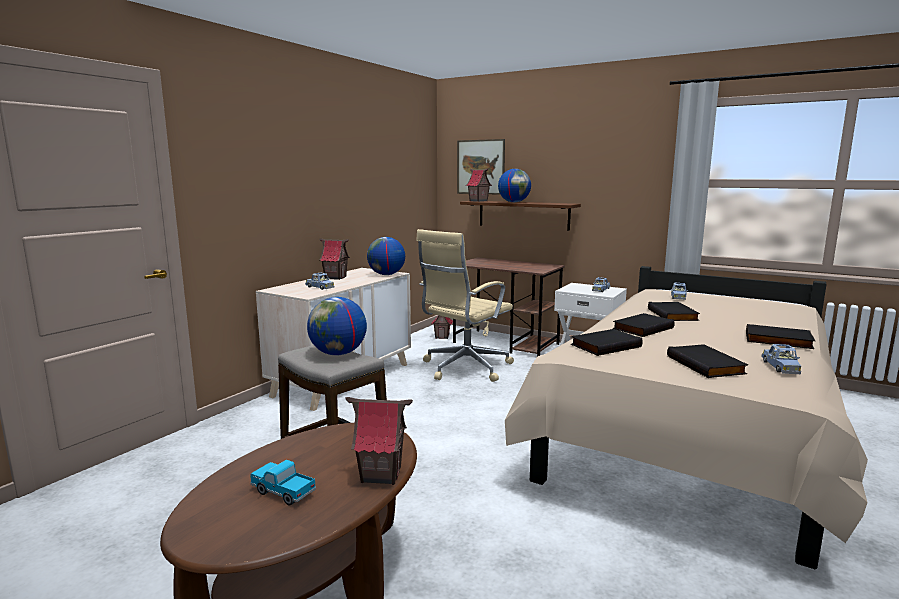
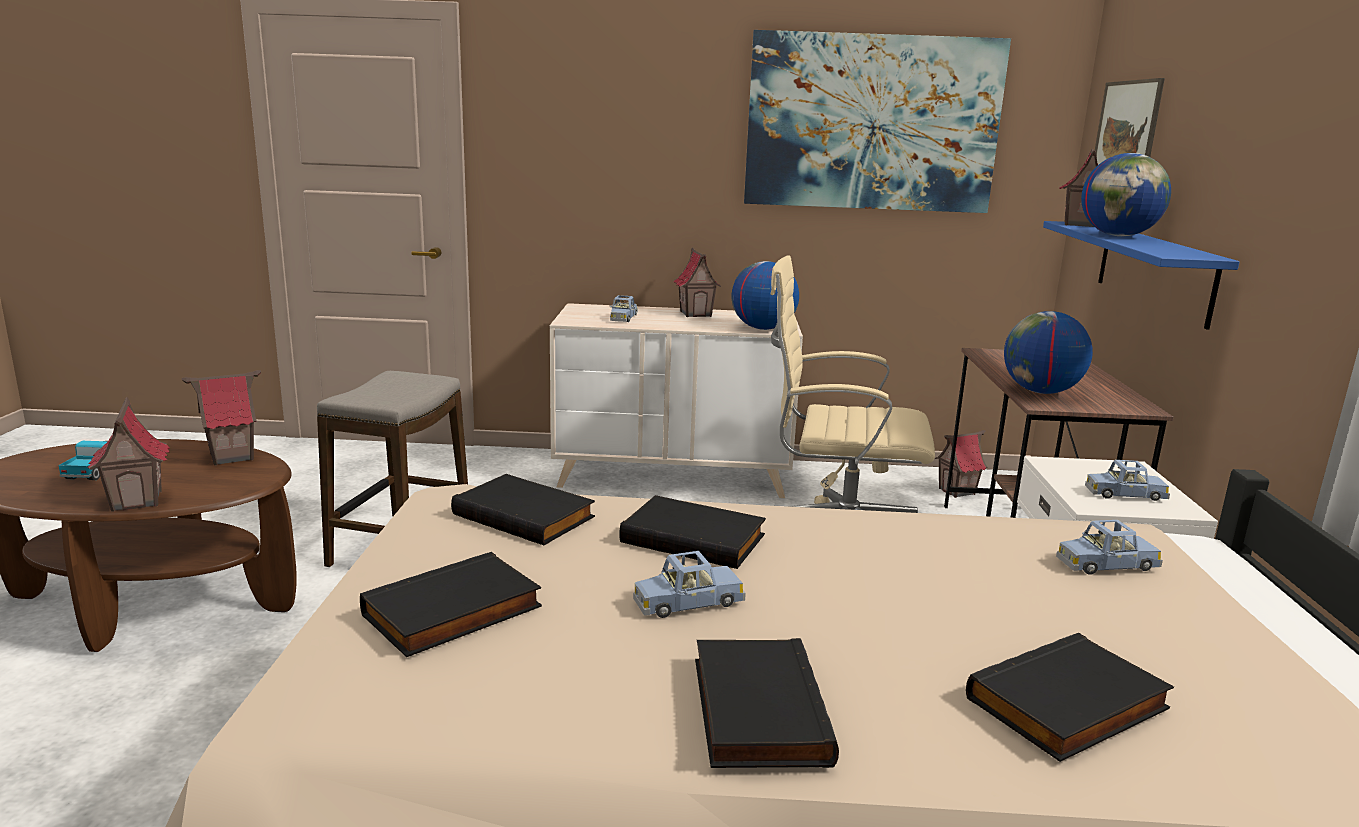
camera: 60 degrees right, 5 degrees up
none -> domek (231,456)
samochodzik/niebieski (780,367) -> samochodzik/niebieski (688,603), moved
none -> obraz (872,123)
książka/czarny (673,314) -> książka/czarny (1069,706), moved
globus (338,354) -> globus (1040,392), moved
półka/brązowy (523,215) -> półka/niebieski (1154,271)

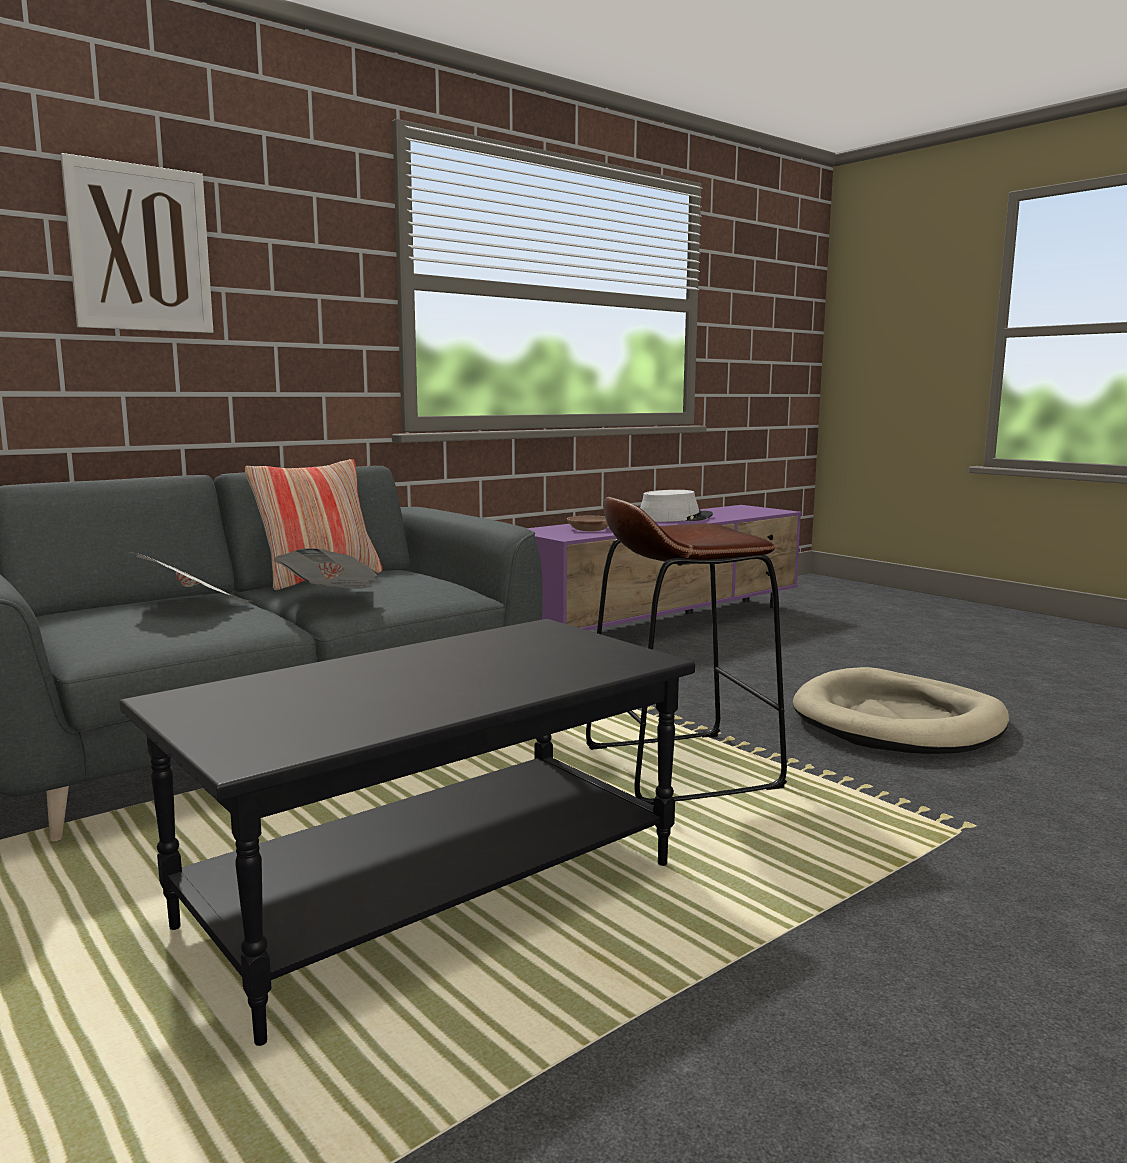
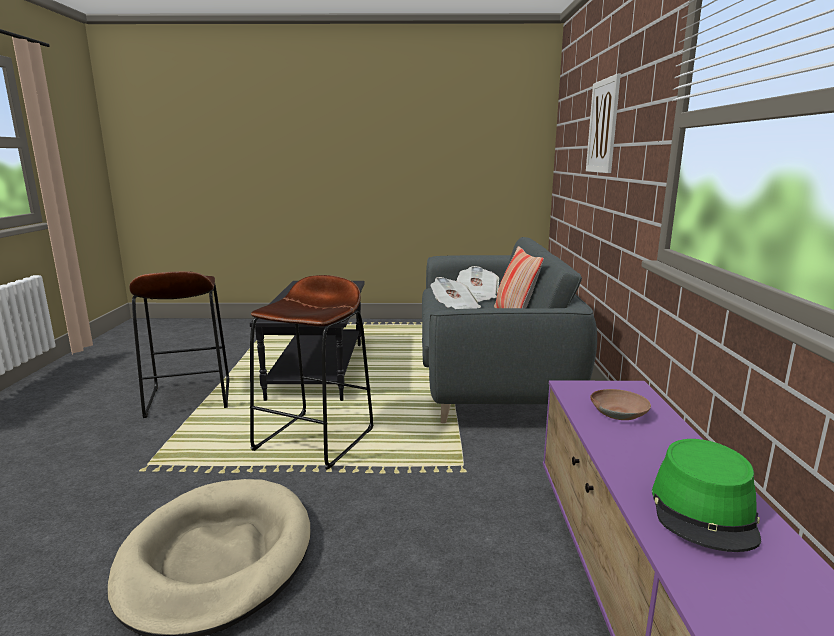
camera: 130 degrees right, 5 degrees up
none -> stołek/brązowy (189,398)
kapelusz/szary (675,518) -> kapelusz/zielony (704,510)

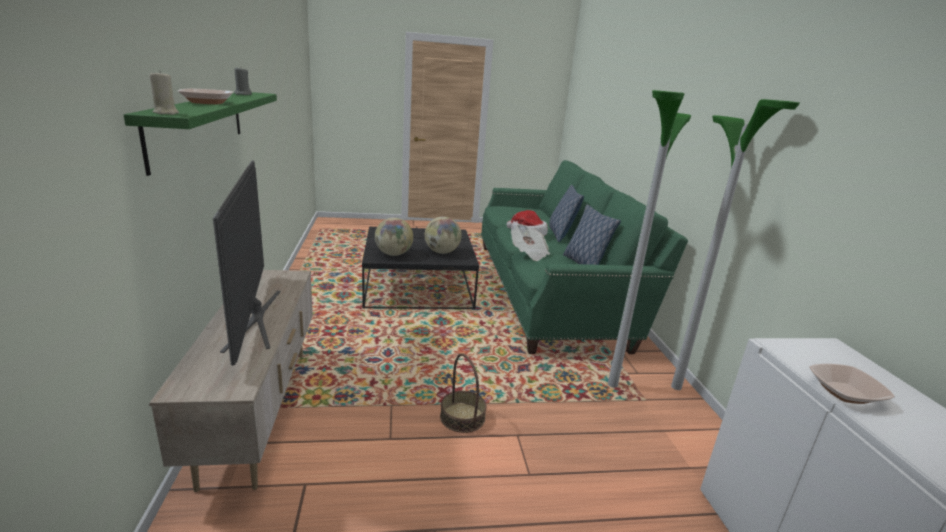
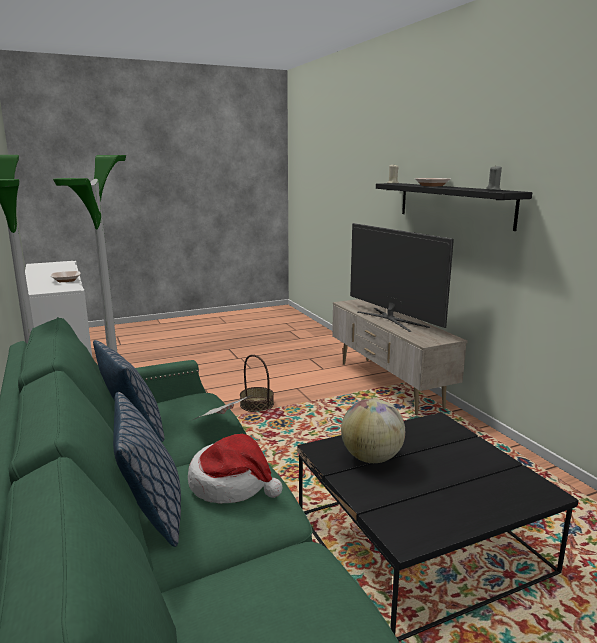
camera: 165 degrees right, 5 degrees down
półka/zielony (199,125) -> półka/czarny (453,204)
globus (393,254) -> none

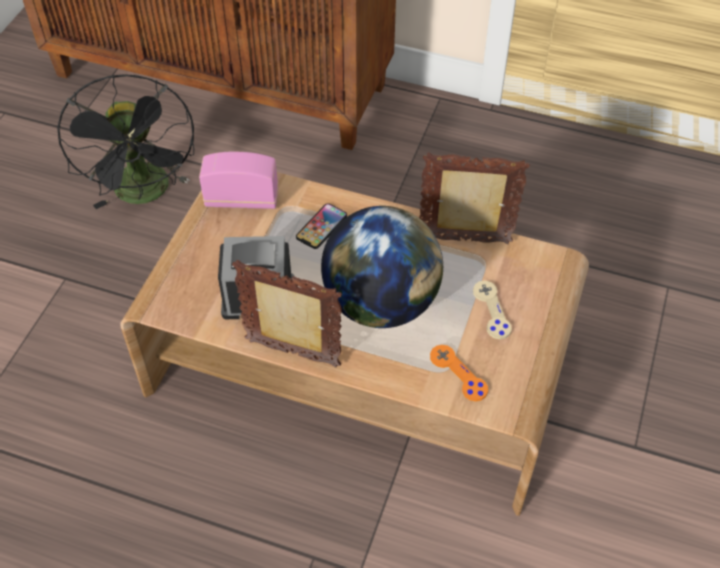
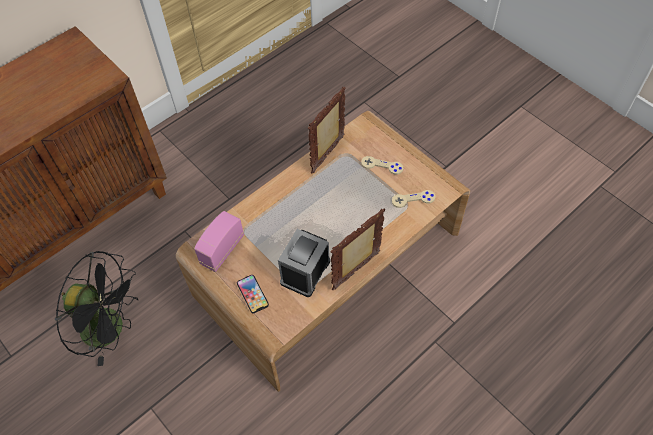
camera: 60 degrees left, 5 degrees up
telefon (321,227) -> telefon (252,294), moved
pad do gier/pomarańczowy (458,373) -> pad do gier/beżowy (413,199)
globus (381,303) -> none

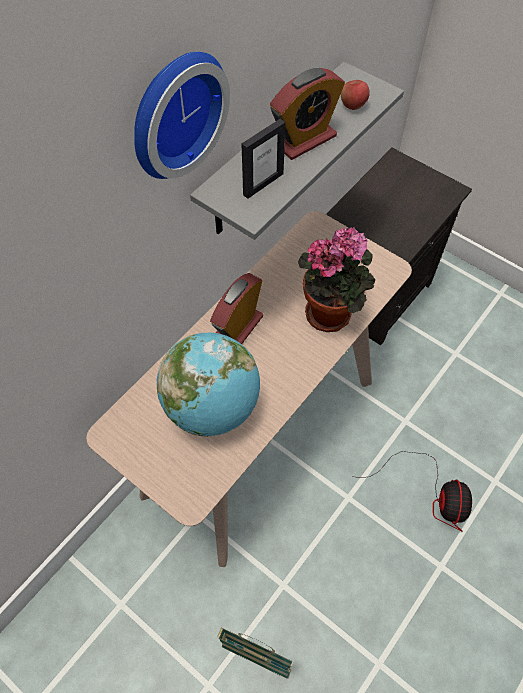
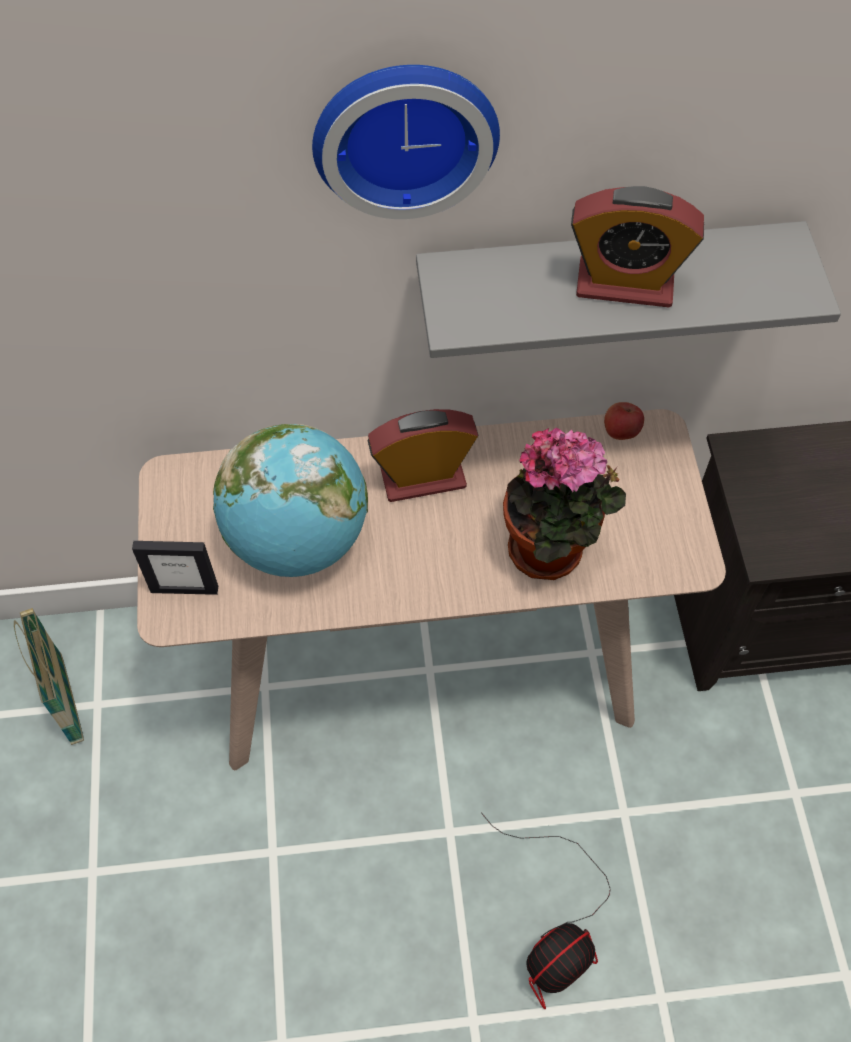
camera: 45 degrees right, 0 degrees up
koszyk (256,658) -> koszyk (67,700), moved
ramka na zdjęcie (263,184) -> ramka na zdjęcie (184,589), moved
jabłko (353,105) -> jabłko (621,431), moved

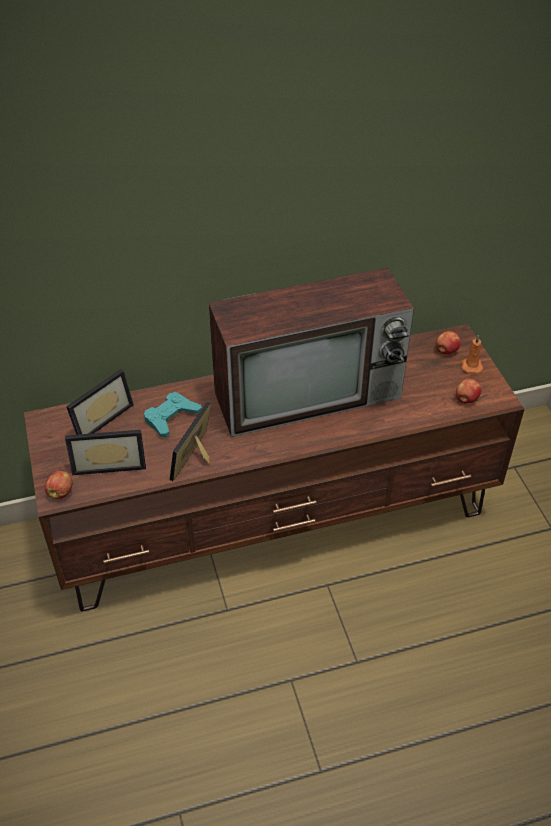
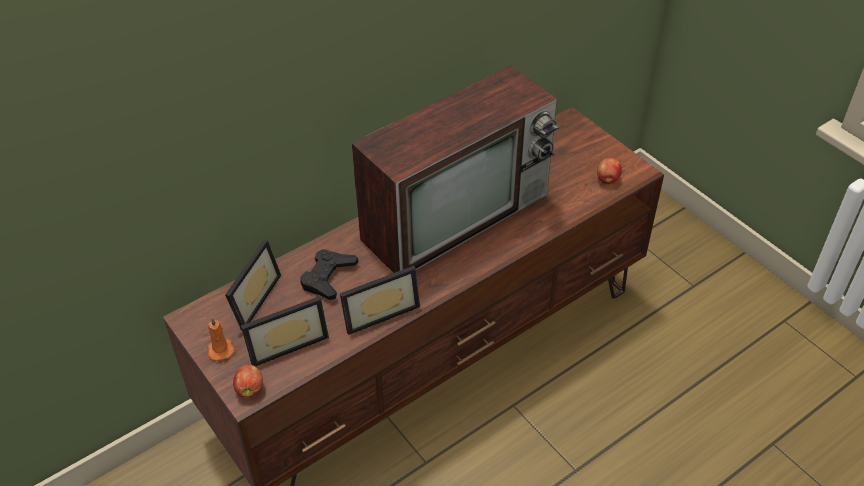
camera: 20 degrees left, 0 degrees up
świeca/pomarańczowy (471,365) -> świeca/pomarańczowy (220,349), moved
pad do gier/turkusowy (171,417) -> pad do gier/czarny (328,277)
ramka na zdjęcie (198,459) -> ramka na zdjęcie (378,311), 120 degrees counterclockwise
jabłko (446,351) -> none

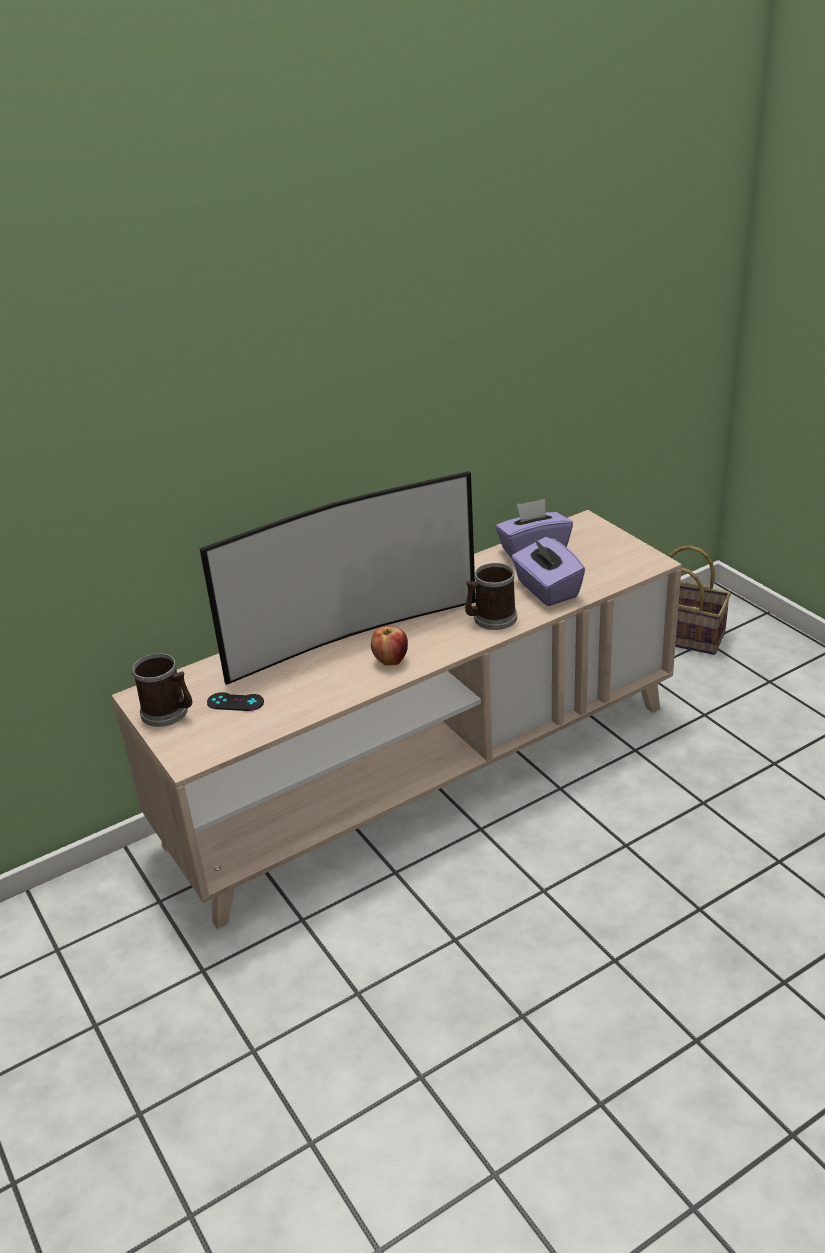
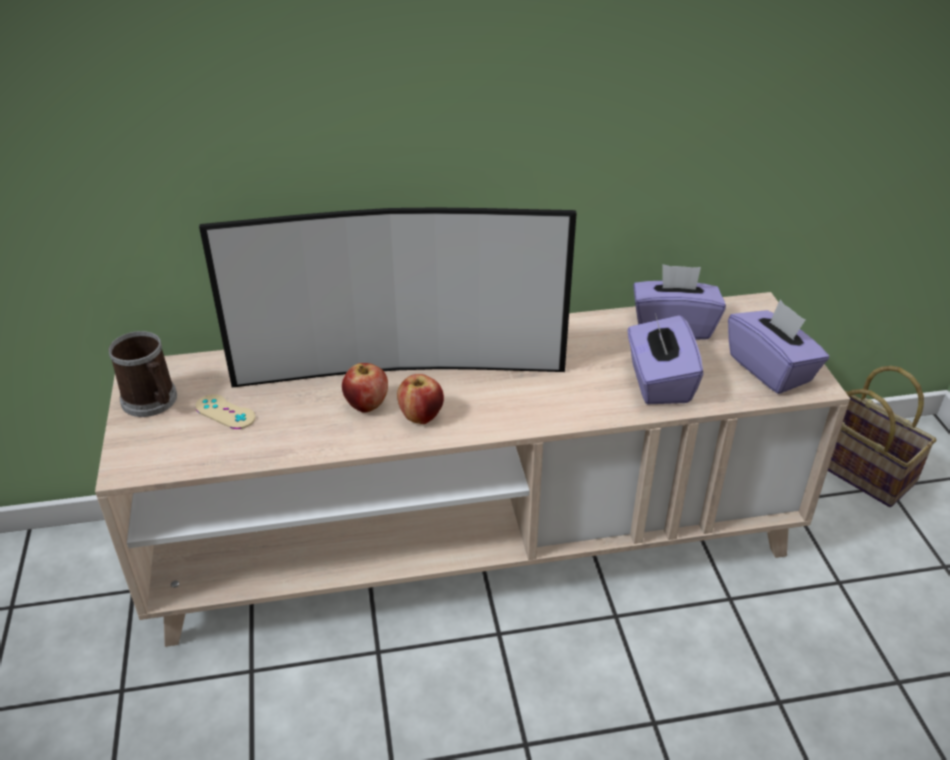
camera: 20 degrees right, 5 degrees up
pad do gier/czarny (235,702) -> pad do gier/beżowy (225,412)
none -> jabłko (366,405)
none -> pudełko chusteczek/fioletowy (771,369)
kubek (490,619) -> none

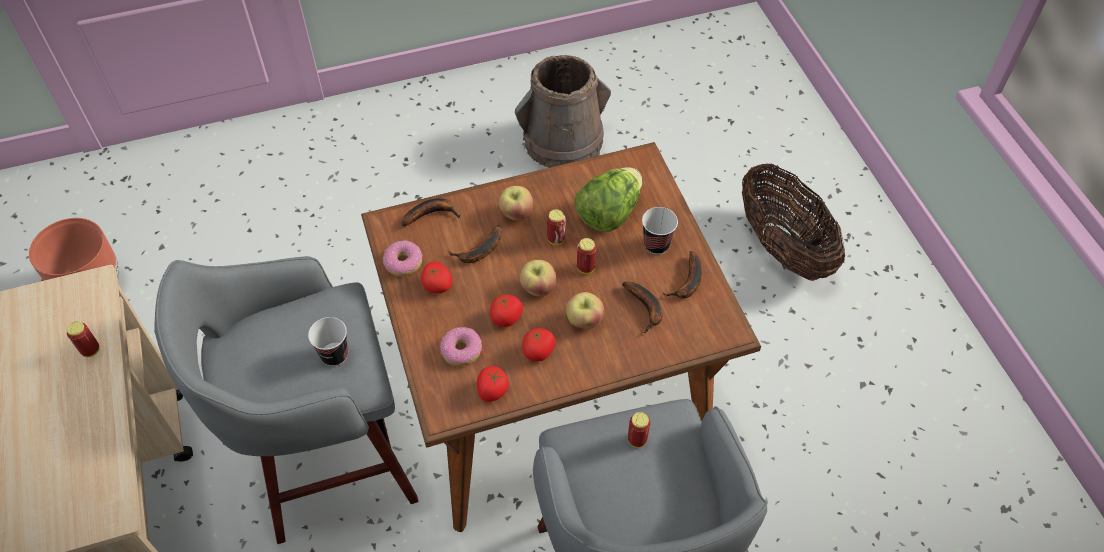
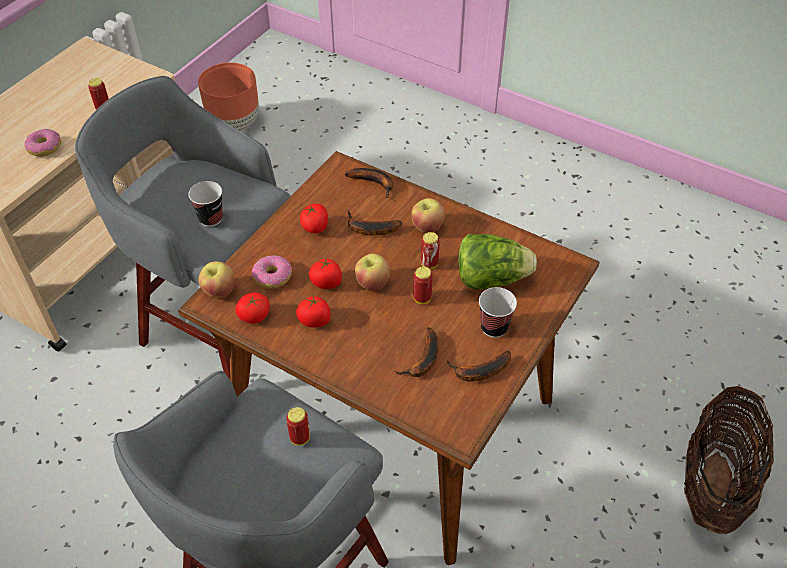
camera: 50 degrees right, 5 degrees down
donut (403,262) -> donut (45,147), moved
jabłko (584,321) -> jabłko (219,291), moved
wiadro/brązowy (563,142) -> none

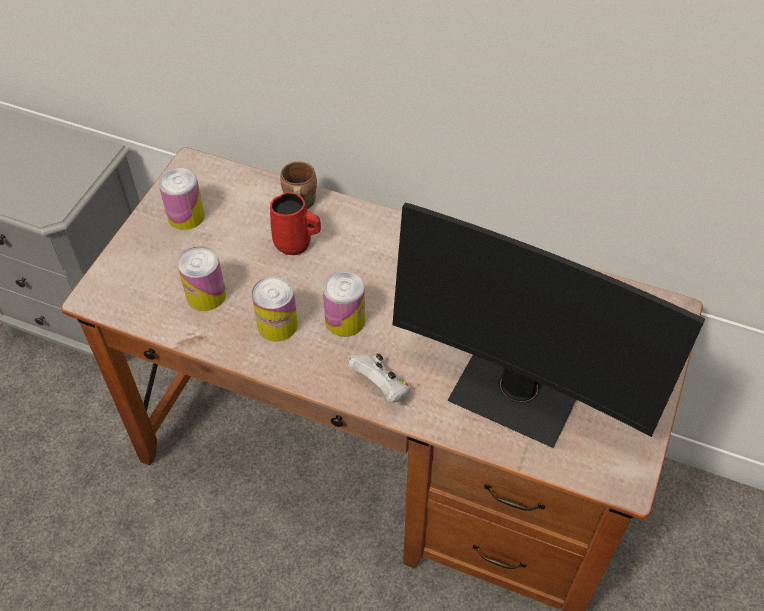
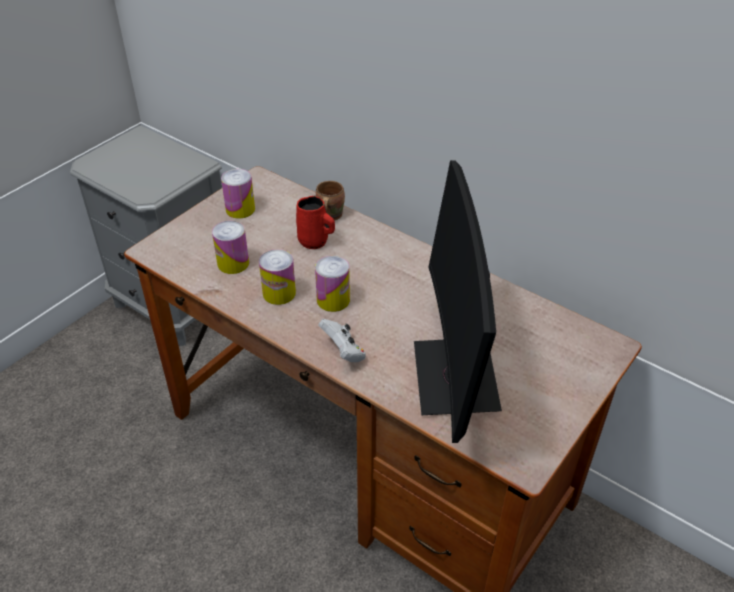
camera: 15 degrees right, 10 degrees down
monitor (517,391) -> monitor (455,378), 45 degrees clockwise

